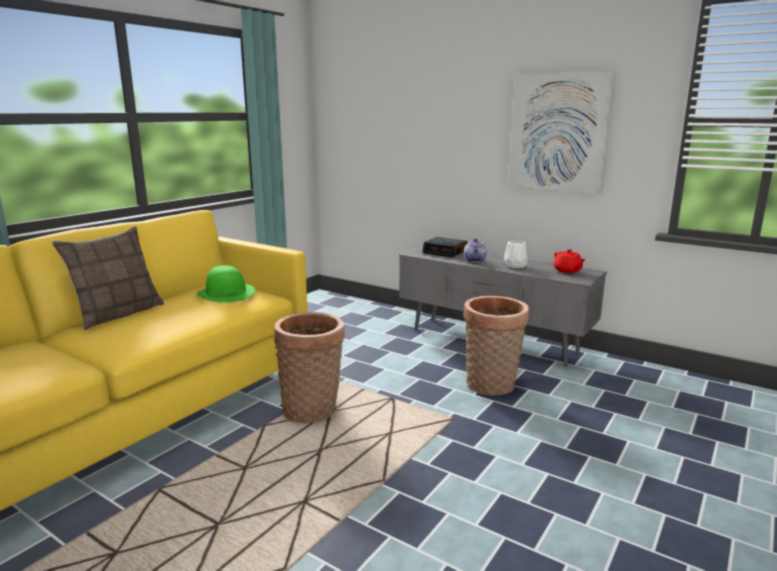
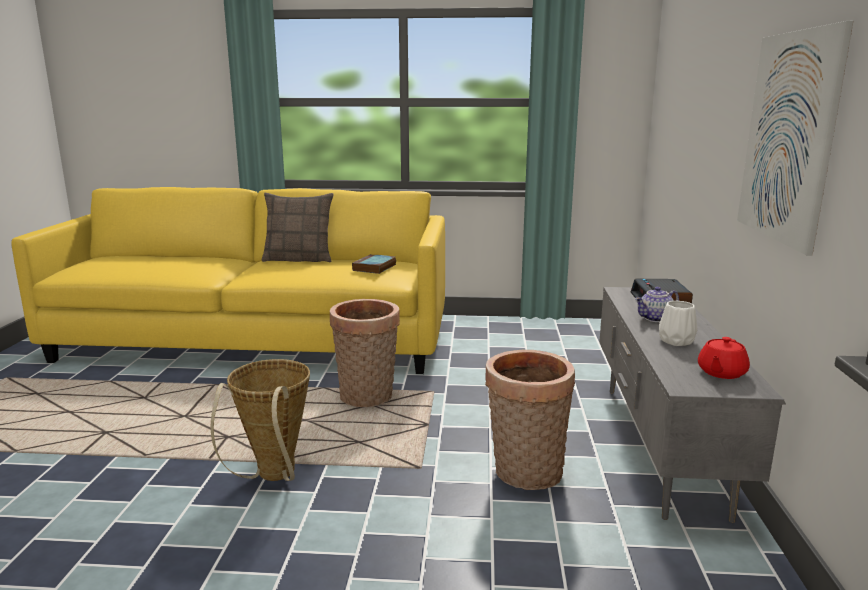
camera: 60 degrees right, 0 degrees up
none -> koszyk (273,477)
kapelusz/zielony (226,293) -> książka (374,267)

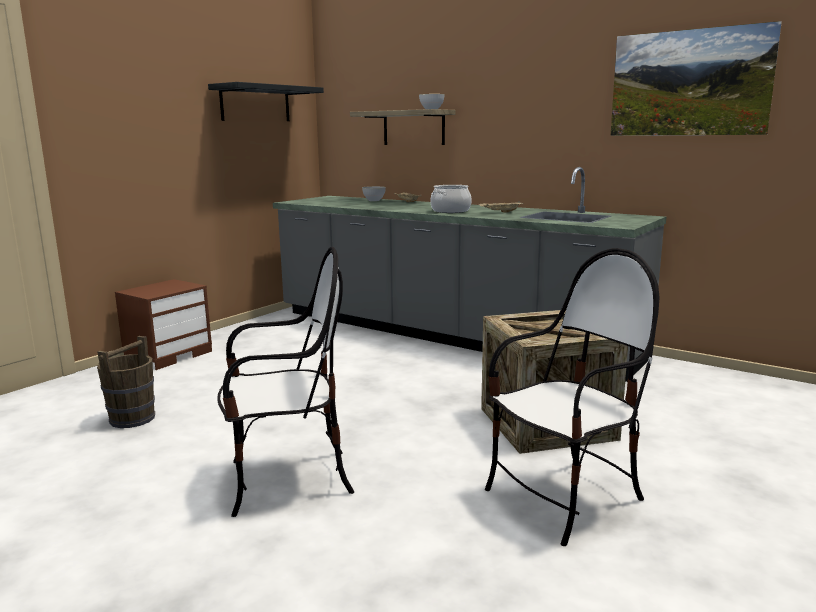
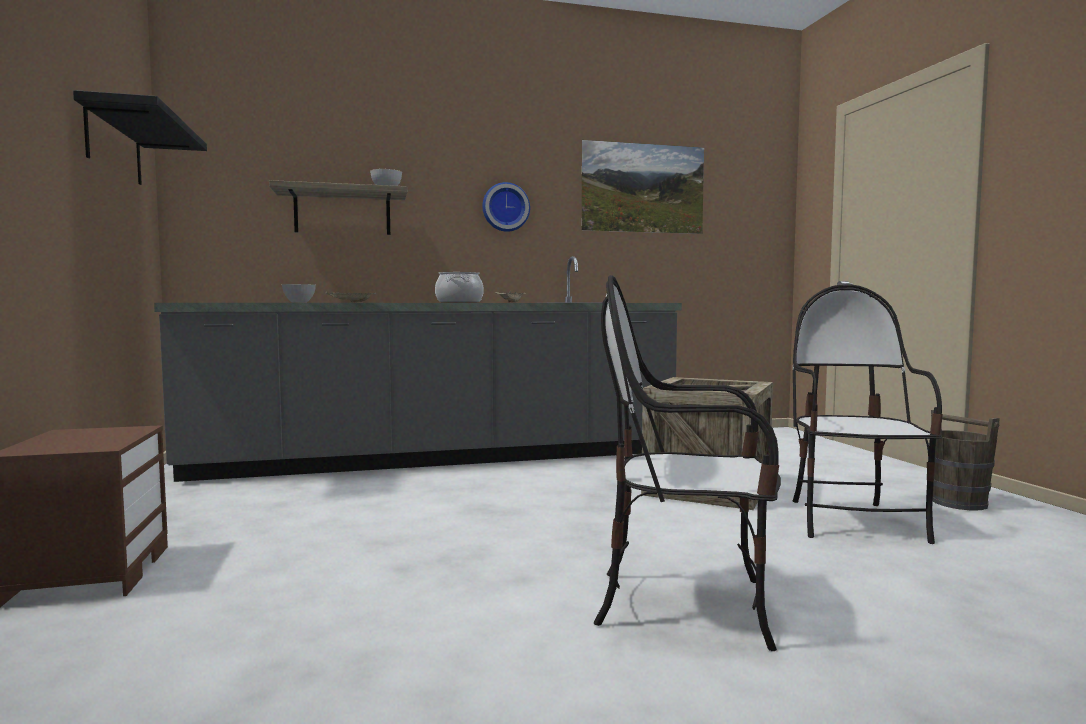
camera: 50 degrees left, 10 degrees down
none -> zegar ścienny (505,207)
krzesło (288,480) -> krzesło (686,604), 105 degrees counterclockwise
wiadro/brązowy (133,418) -> wiadro/brązowy (958,502), moved

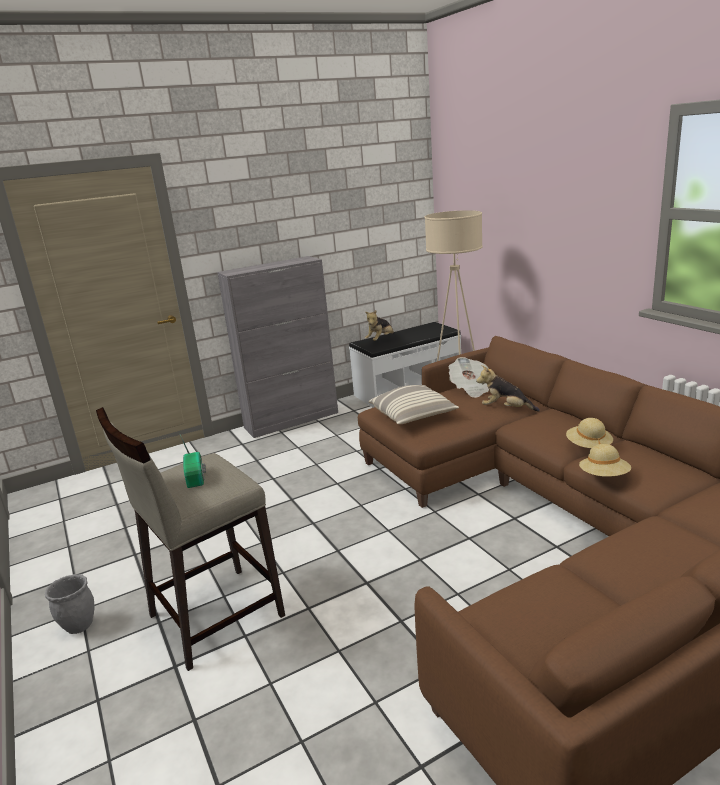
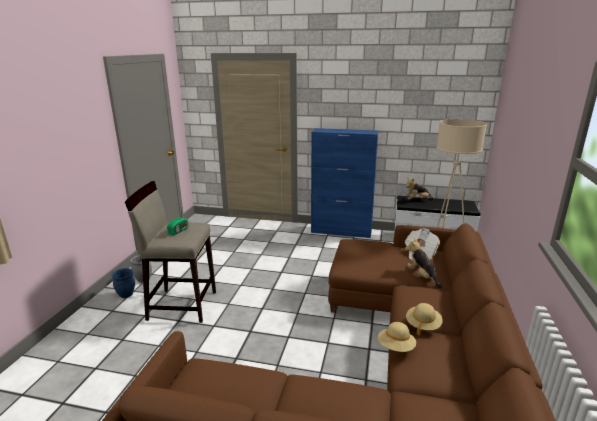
camera: 40 degrees right, 0 degrees up
none -> donica/niebieski (126,295)
szafka/szary (292,420) -> szafka/niebieski (341,231)
poduszka (413,416) -> none

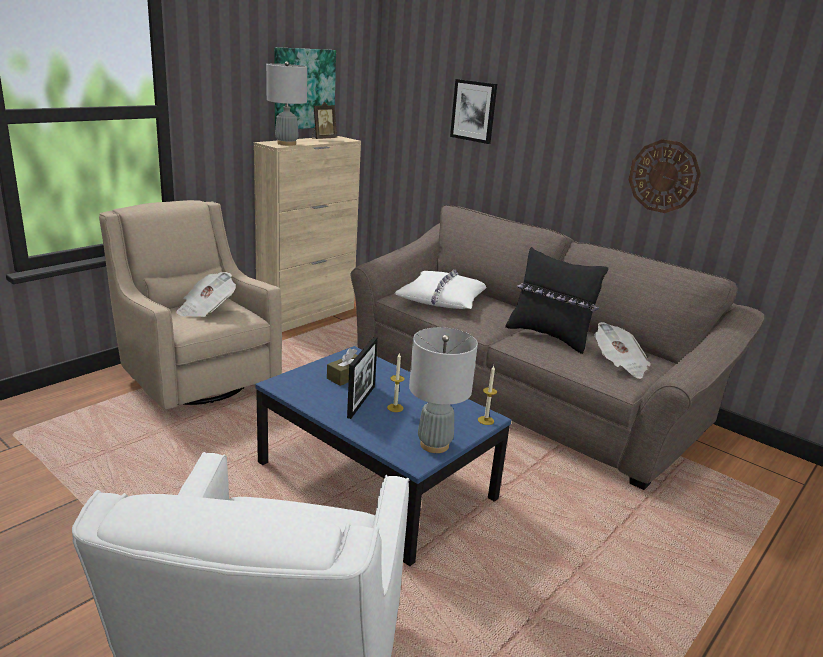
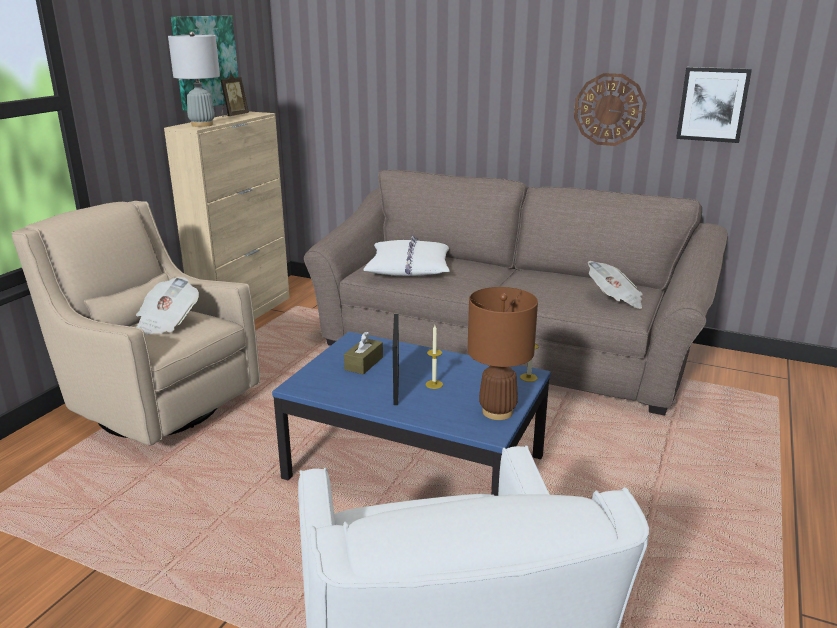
camera: 15 degrees left, 0 degrees up
lampa stołowa/szary (434,445) -> lampa stołowa/brązowy (497,412)
obraz (474,111) -> obraz (713,104), moved
poduszka/czarny (549,336) -> none

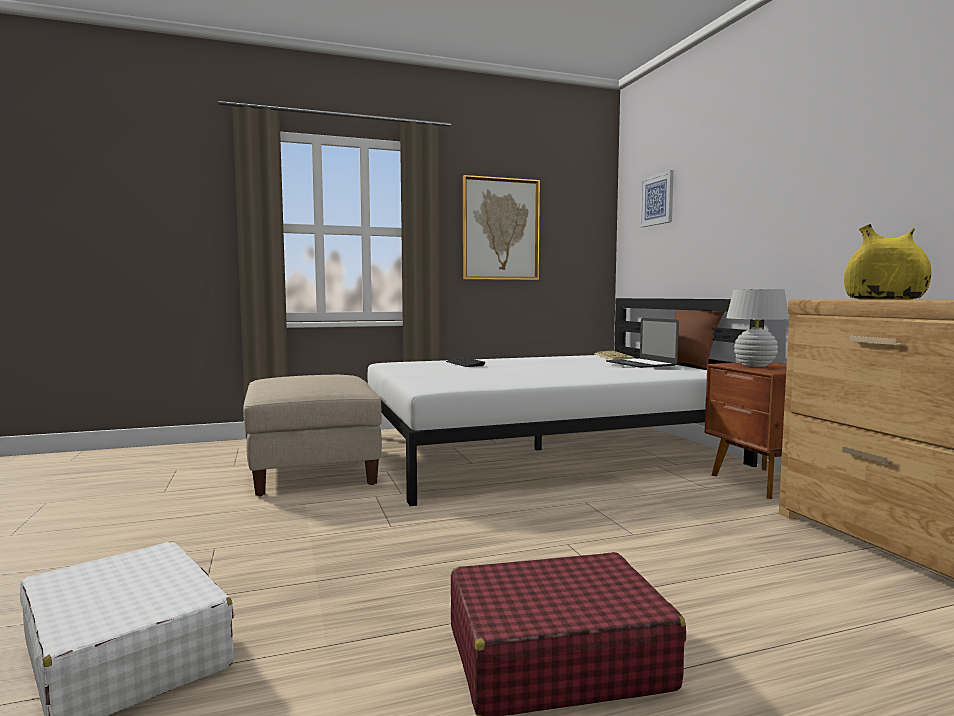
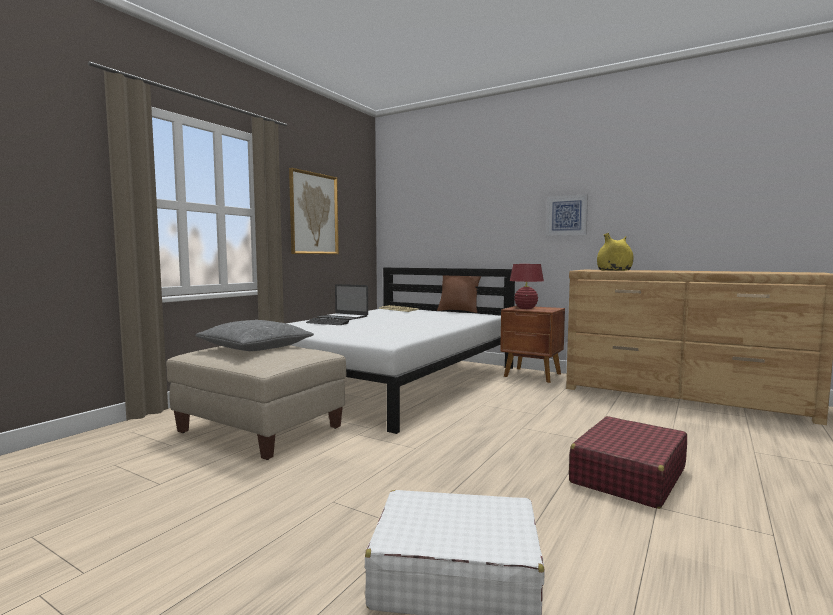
camera: 40 degrees left, 0 degrees up
none -> poduszka/szary (255,347)
laptop (640,363) -> laptop (343,317), moved
lampa stołowa/biały (754,365) -> lampa stołowa/czerwony (525,308)
obraz (657,200) -> obraz (567,215), moved

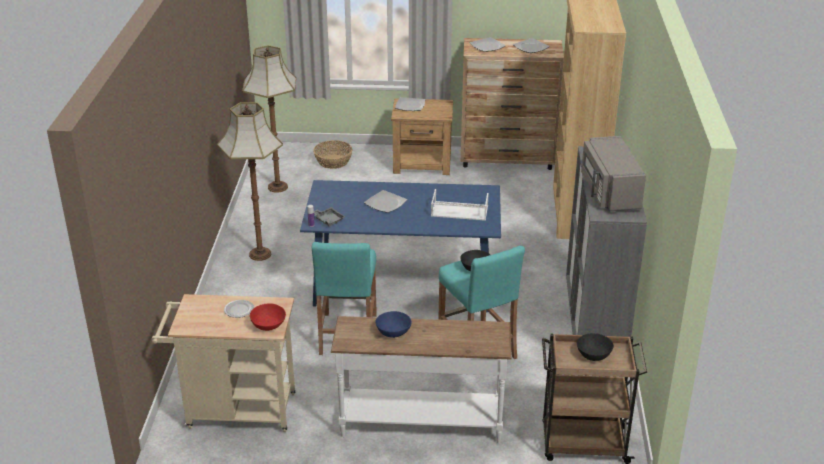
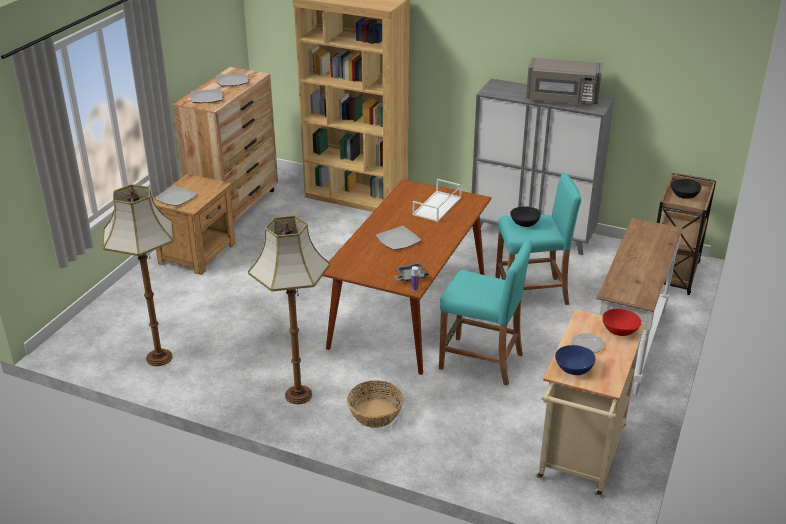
camera: 70 degrees left, 0 degrees up
stół jadalny/niebieski (404,281) -> stół jadalny/brązowy (409,310)
koszyk (333,161) -> koszyk (375,413), moved
miska/niebieski (393,332) -> miska/niebieski (573,368), moved

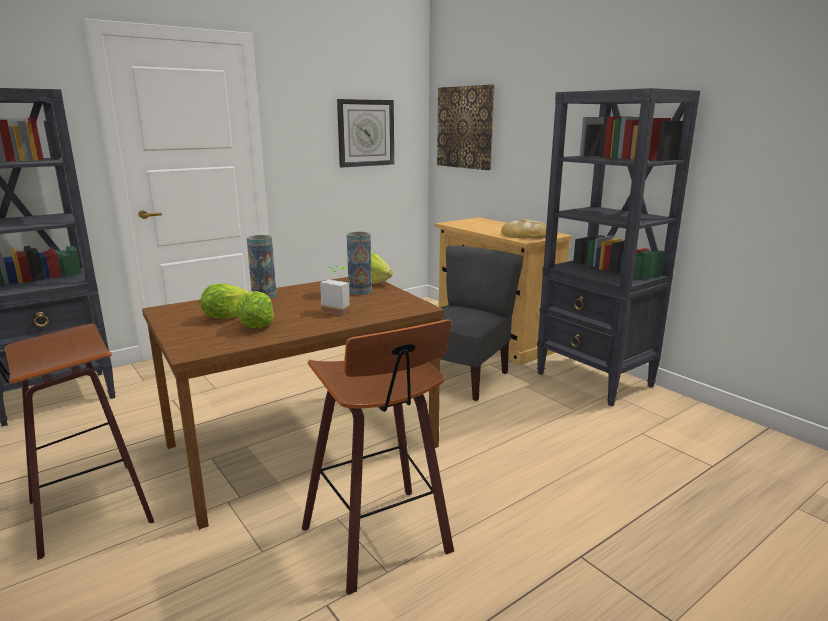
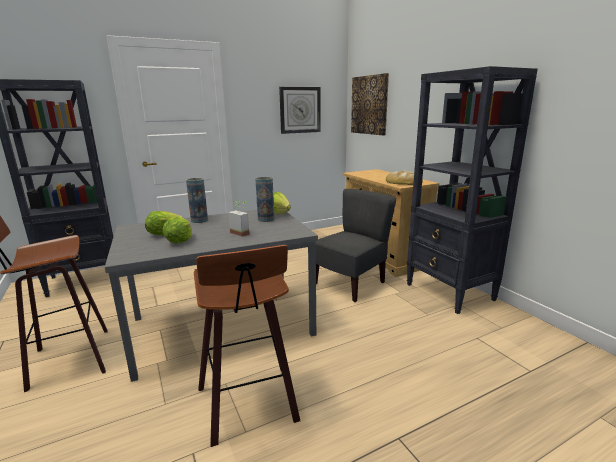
camera: 10 degrees right, 0 degrees up
stół jadalny/brązowy (303,445) -> stół jadalny/szary (222,325)

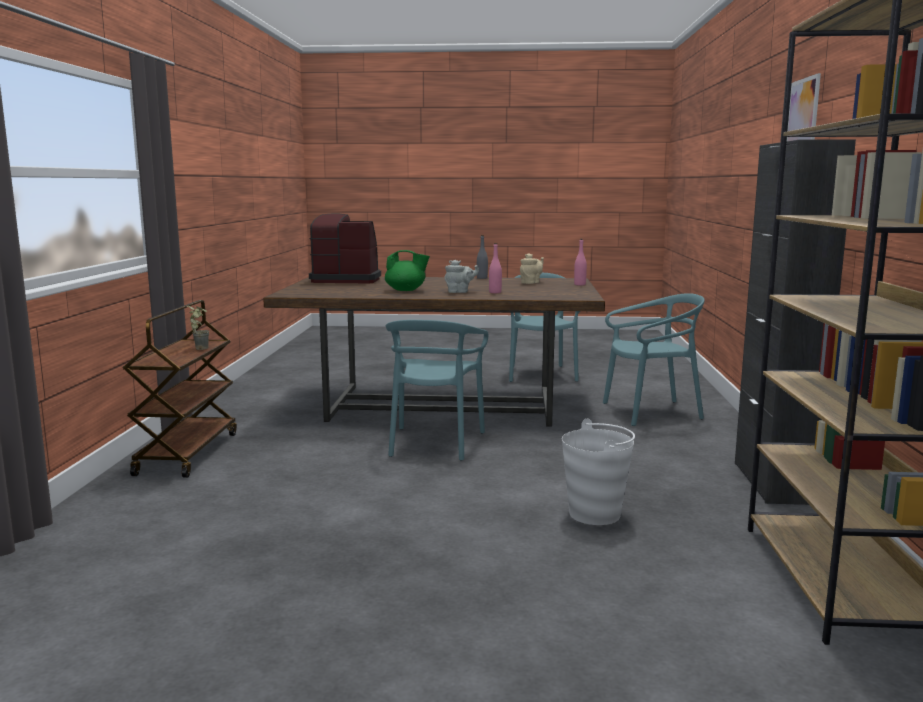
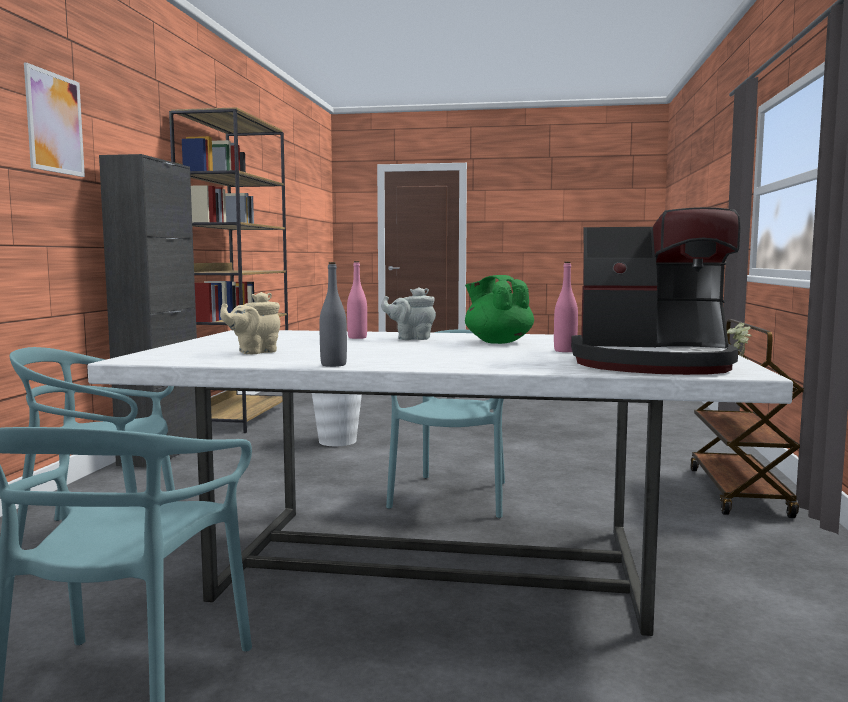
camera: 175 degrees left, 5 degrees down
stół jadalny/brązowy (440,405) -> stół jadalny/biały (440,564)
imbryk/zielony (406,290) -> imbryk/zielony (498,342), 45 degrees clockwise
butelka/różowy (579,284) -> butelka/różowy (565,351), moved

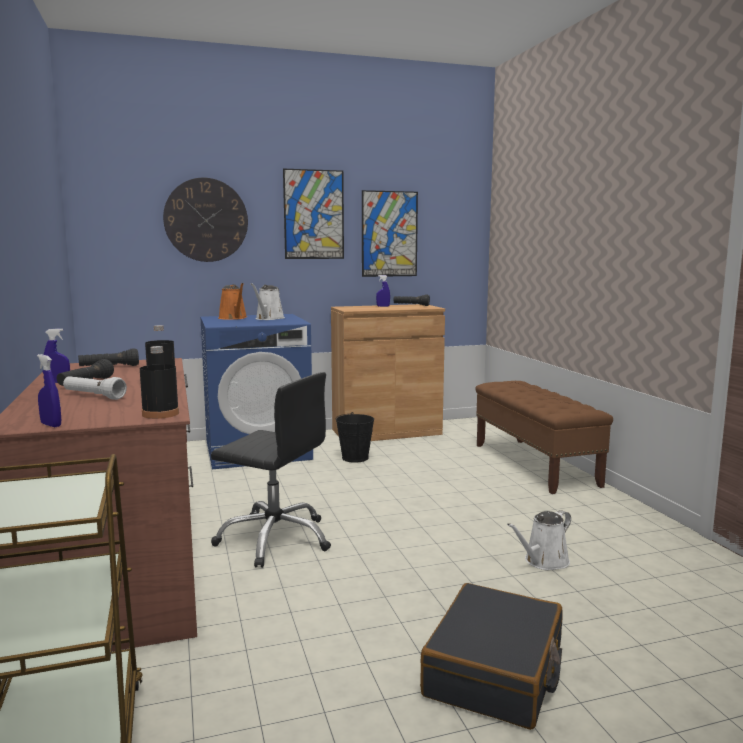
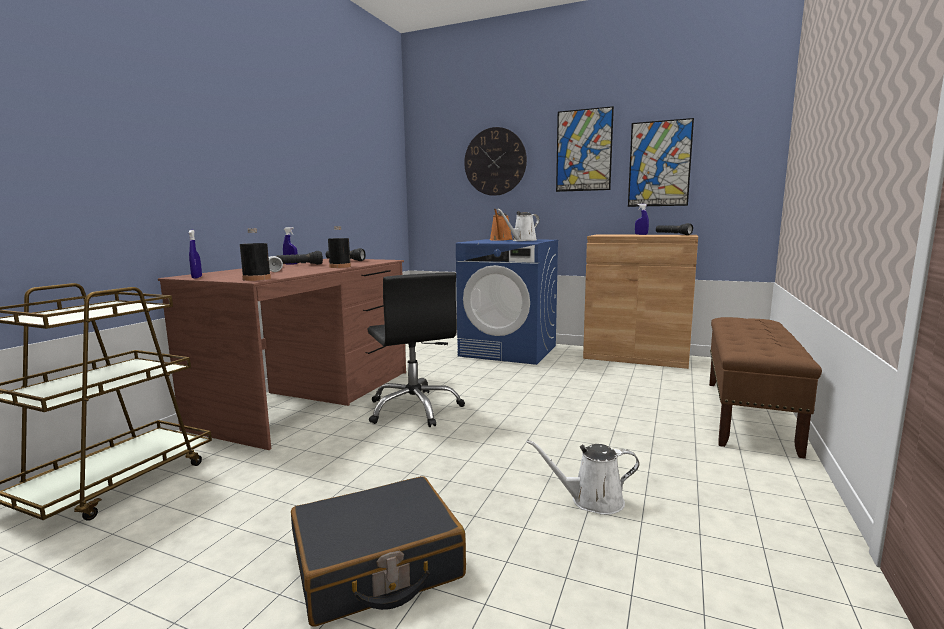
camera: 40 degrees right, 0 degrees up
wiadro/czarny (355,458) -> none

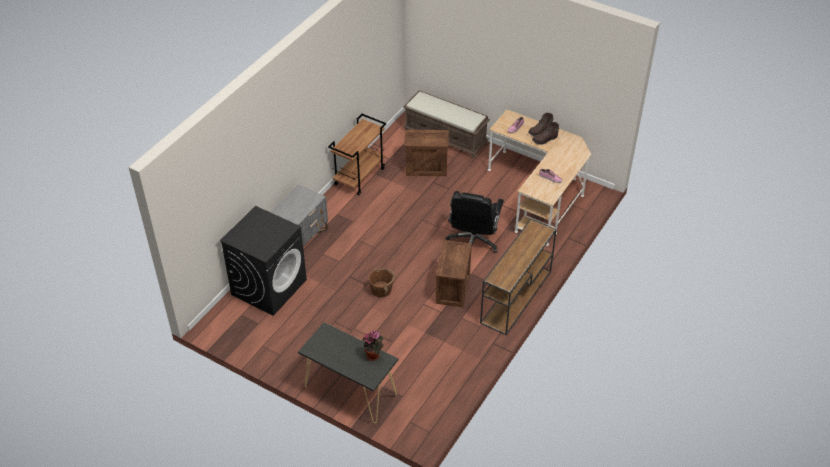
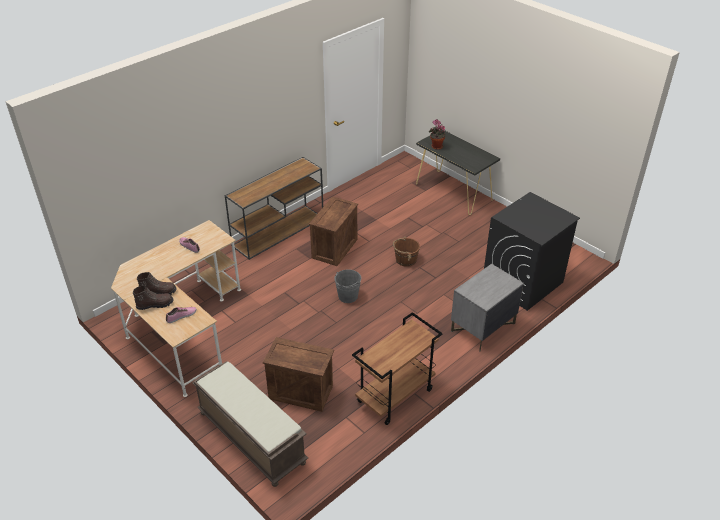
camera: 165 degrees left, 5 degrees down
none -> wiadro/szary (348,296)
krzesło biurowe/czarny (473,241) -> none

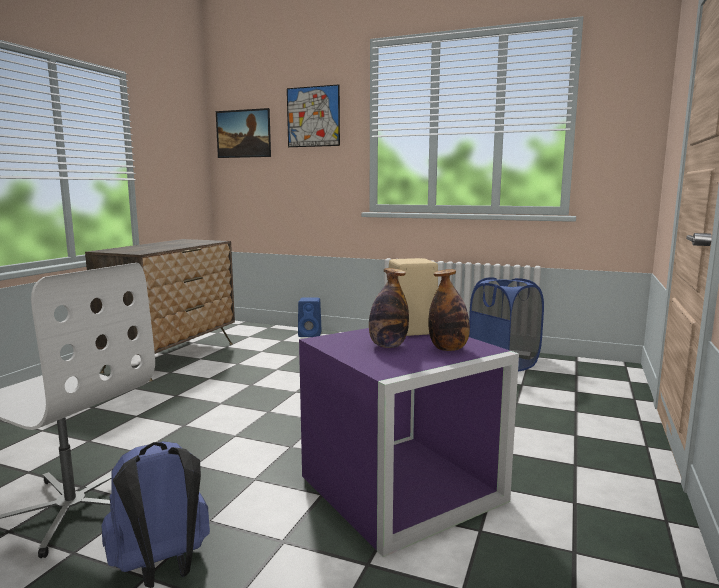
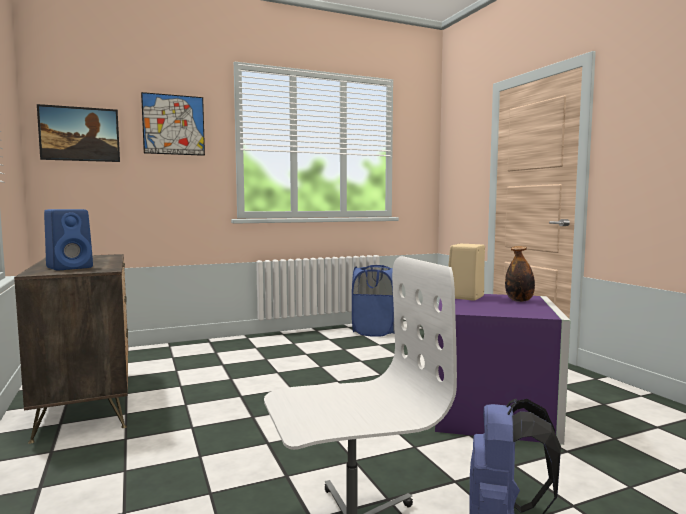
camera: 45 degrees left, 5 degrees down
głośnik/niebieski (310,334) -> głośnik/niebieski (71,267), moved
butelka (387,346) -> none

